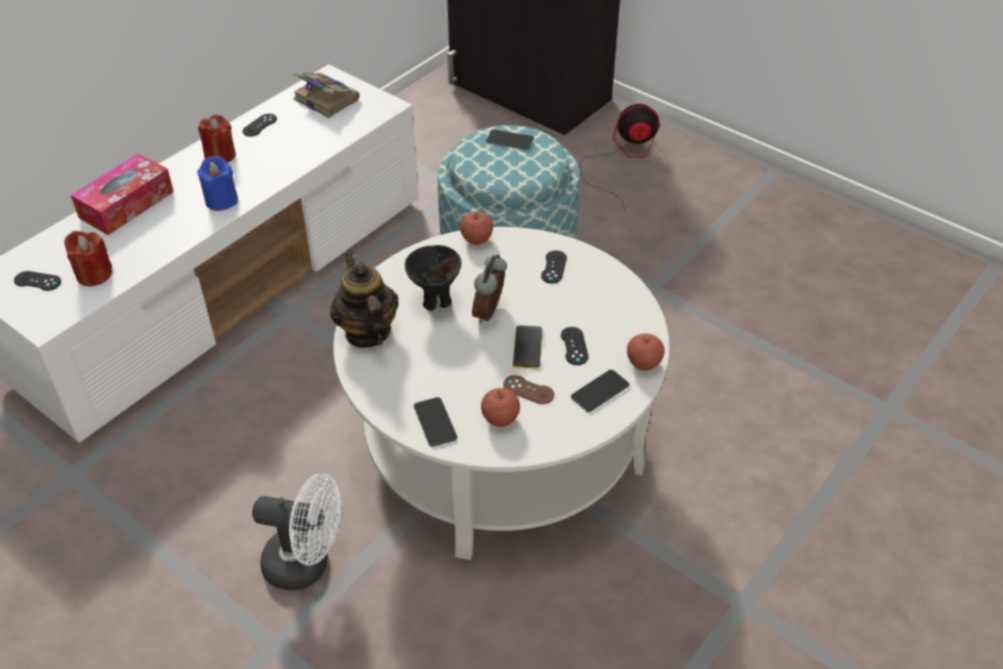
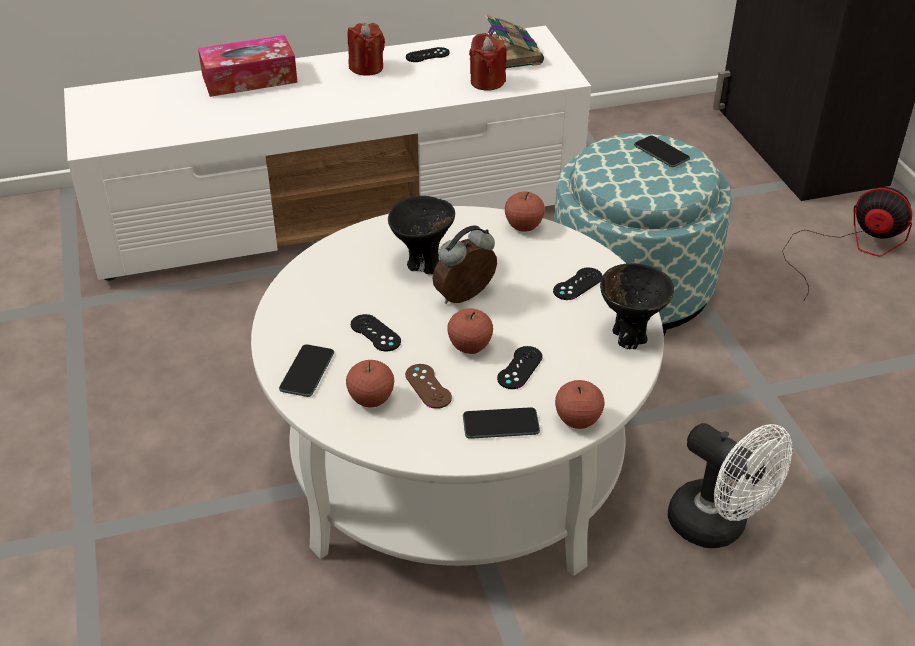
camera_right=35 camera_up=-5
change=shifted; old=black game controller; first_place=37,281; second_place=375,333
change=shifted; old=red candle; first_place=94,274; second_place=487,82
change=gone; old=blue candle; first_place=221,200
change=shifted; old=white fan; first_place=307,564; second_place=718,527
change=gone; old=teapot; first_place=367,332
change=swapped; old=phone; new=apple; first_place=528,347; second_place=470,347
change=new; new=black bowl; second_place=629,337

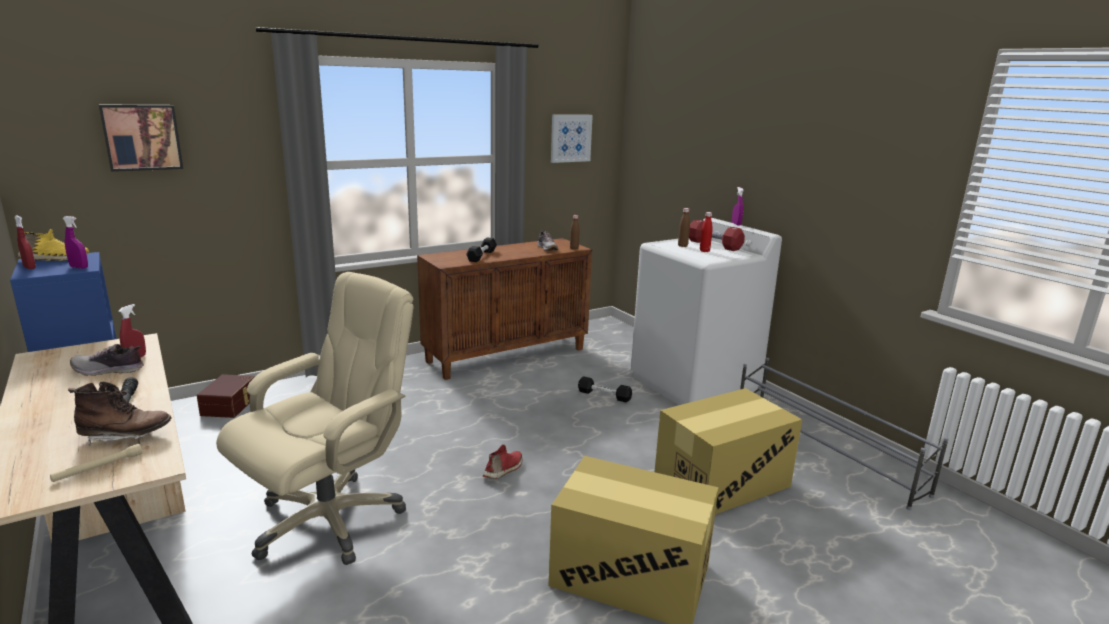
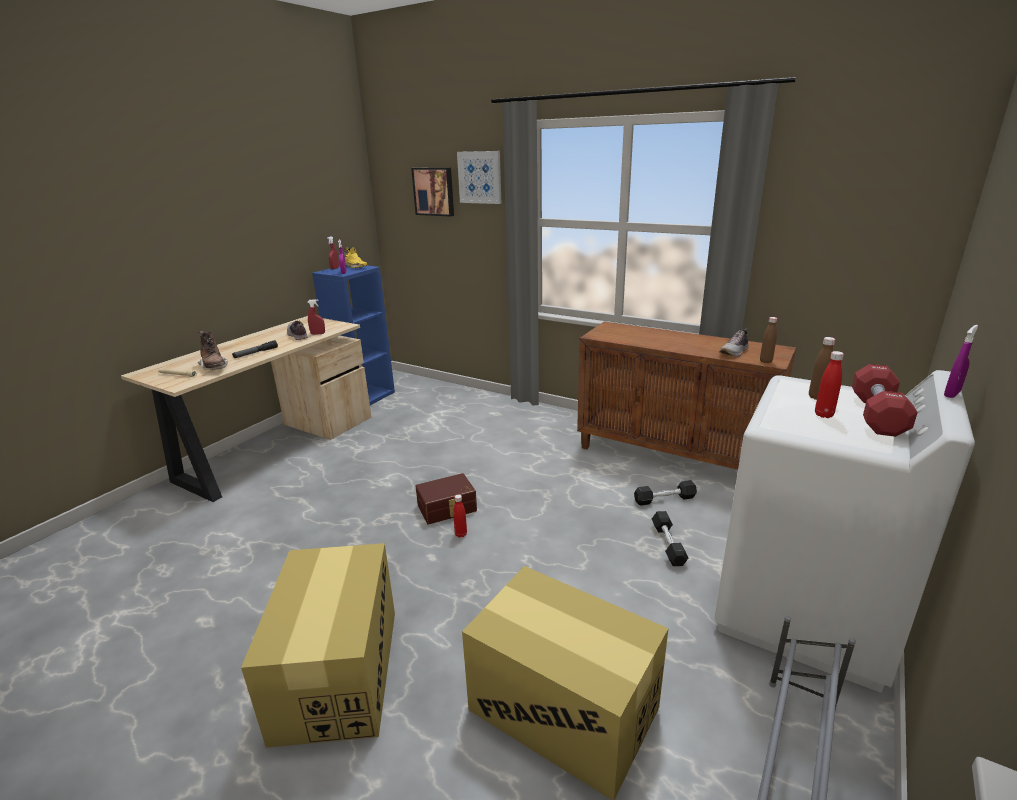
camera_right=65 camera_up=5
change=shifted; old=brown storage box; first_place=230,405; second_place=447,508
change=gone; old=beige office chair; first_place=329,519
change=shifted; old=black dumbbell; first_place=481,256; second_place=664,499
change=swapped; old=red shoe; new=red bottle; first_place=504,470; second_place=461,534
change=shifted; old=picture; first_place=570,138; second_place=480,177

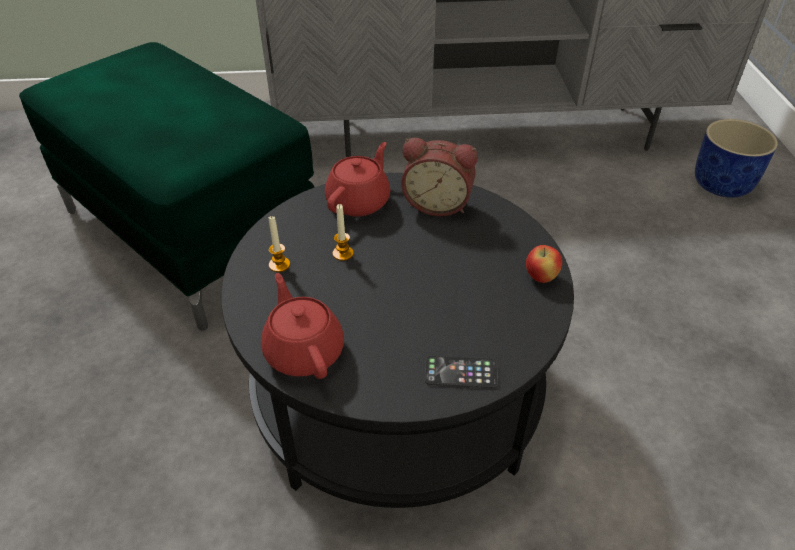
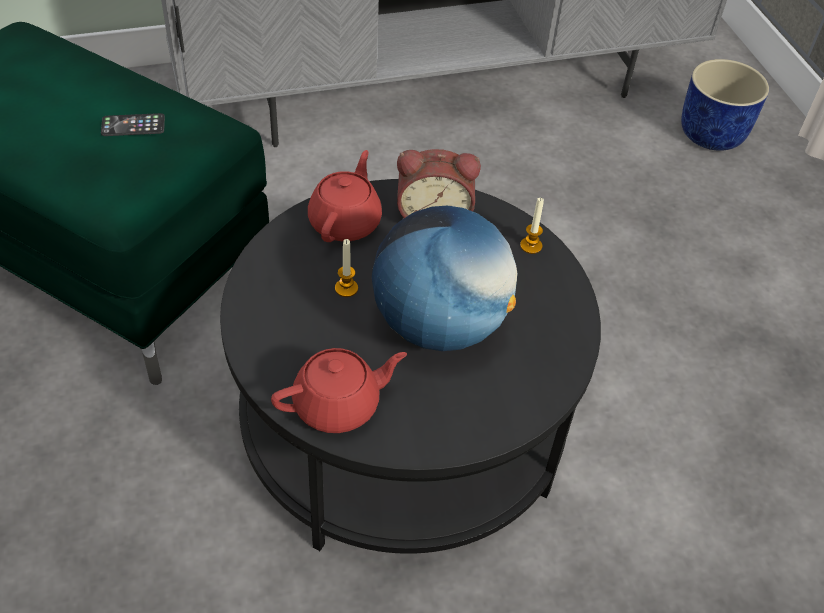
camera_right=-15 camera_up=5
change=rotated; old=red teapot; first_place=304,350; second_place=338,405; degrees=105
change=shifted; old=candle; first_place=279,265; second_place=531,246
change=shifted; old=phone; first_place=461,372; second_place=133,125
change=gone; old=apple; first_place=541,277
change=new; new=globe; second_place=439,325

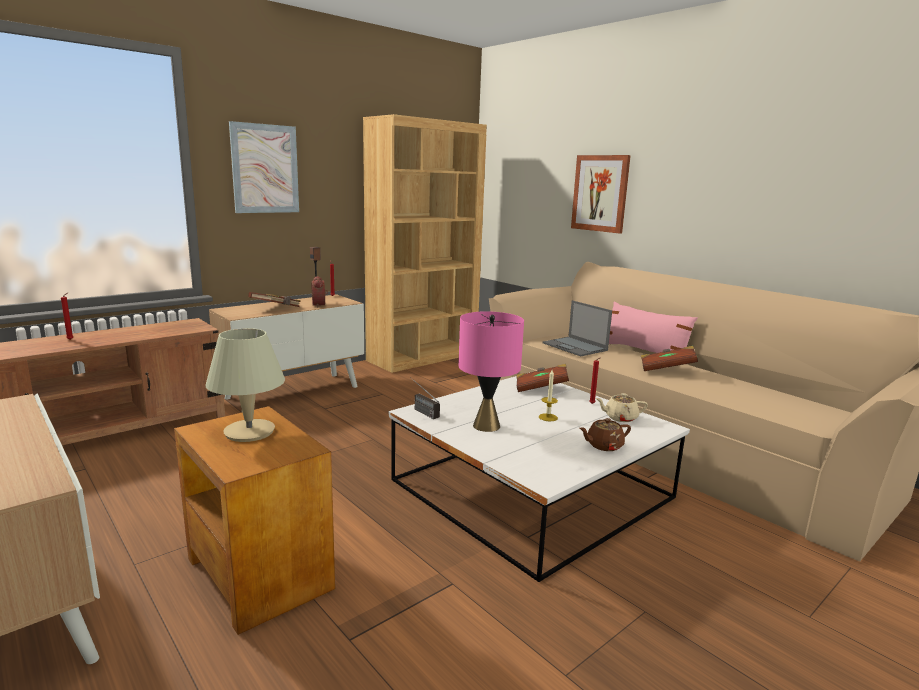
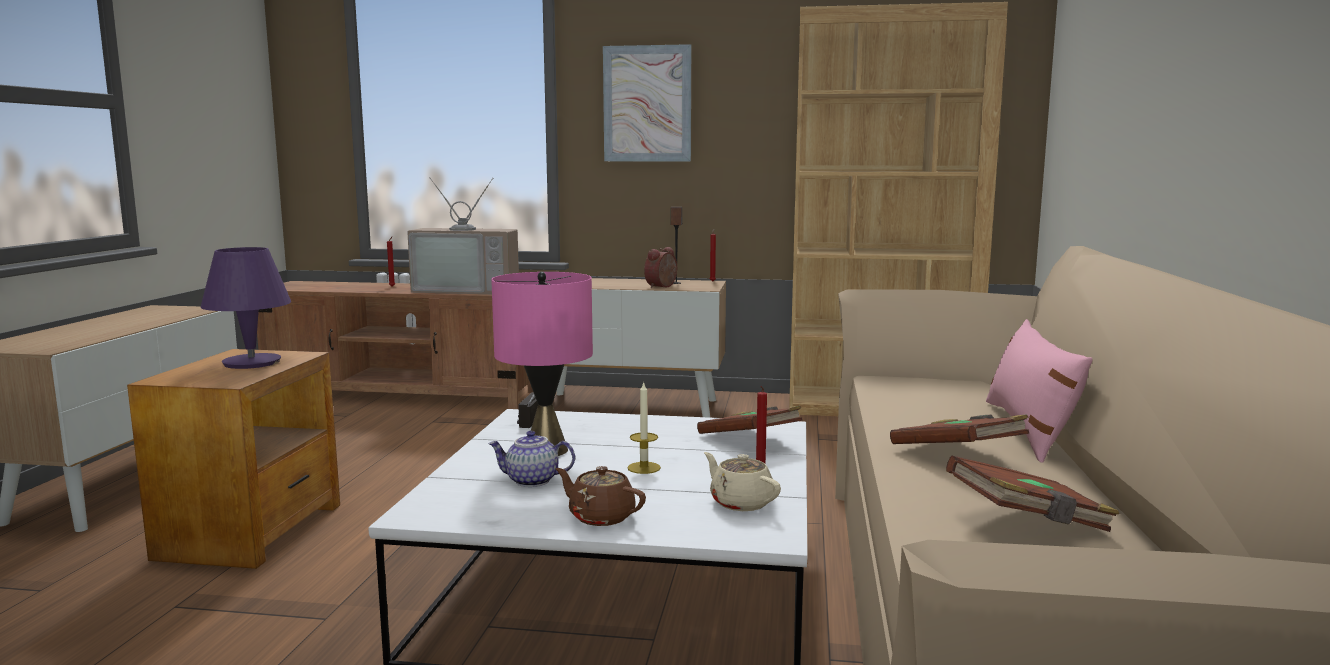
camera_right=50 camera_up=-5
change=repainted; old=beige table lamp; new=purple table lamp; first_place=249,432; second_place=251,363
change=shifted; old=brown book; first_place=276,309; second_place=1029,522
change=gone; old=laptop; first_place=575,347
change=gone; old=picture; first_place=600,193
change=new; new=television; second_place=469,290
change=new; new=teapot; second_place=531,481

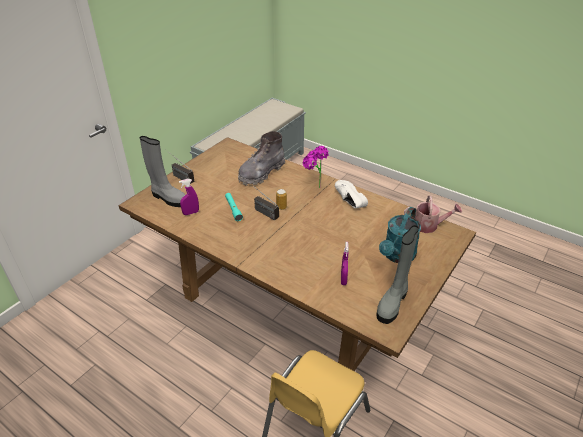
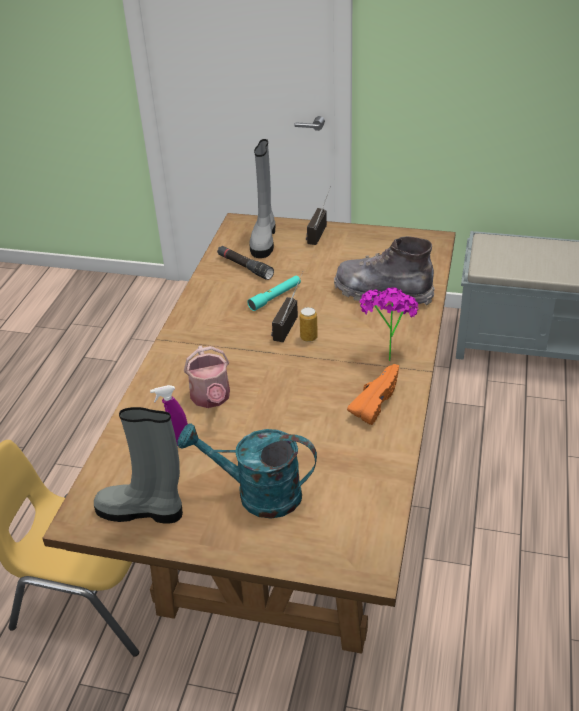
camera_right=70 camera_up=0
change=swapped; old=purple spray bottle; new=black flashlight; first_place=191,213; second_place=245,267
change=repainted; old=white shoe; new=orange shoe; first_place=347,201; second_place=373,401
change=shifted; old=watering can; first_place=429,225; second_place=211,398

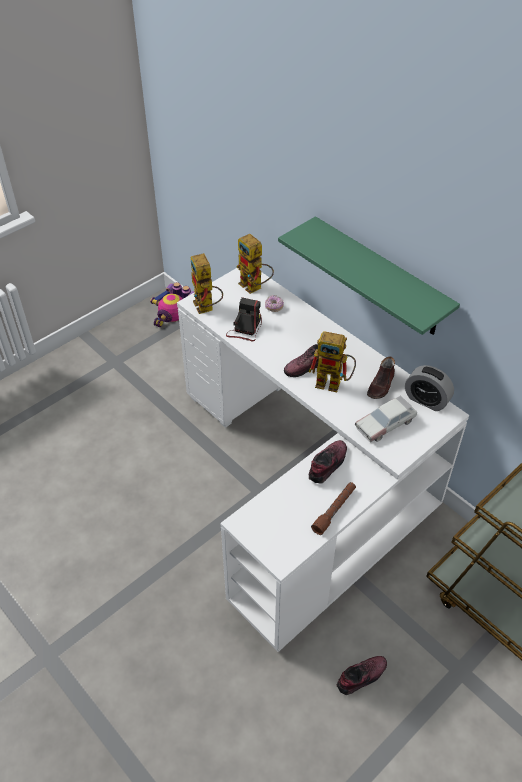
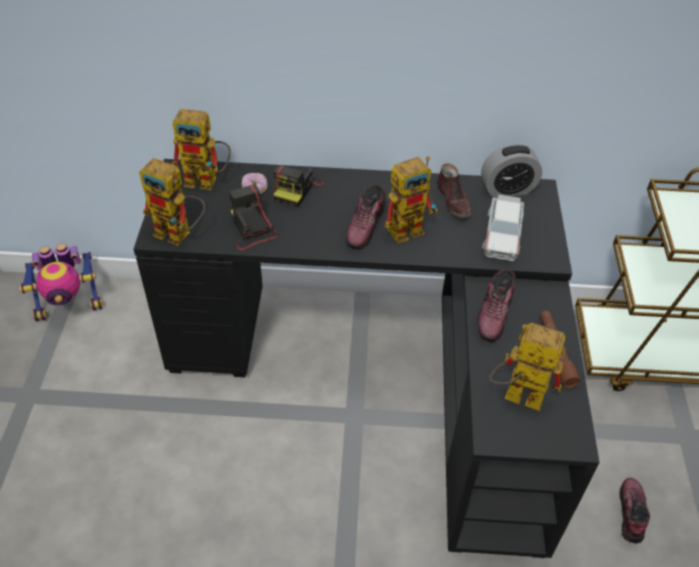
camera_right=-45 camera_up=0
change=repainted; old=white desk; new=black desk; first_place=306,482; second_place=385,372
change=gone; old=green shelf; first_place=380,277
change=rotated; old=shoe; first_place=327,464; second_place=495,313; degrees=-150
change=new; new=photo camera; second_place=297,189
change=new; new=toy robot; second_place=515,396

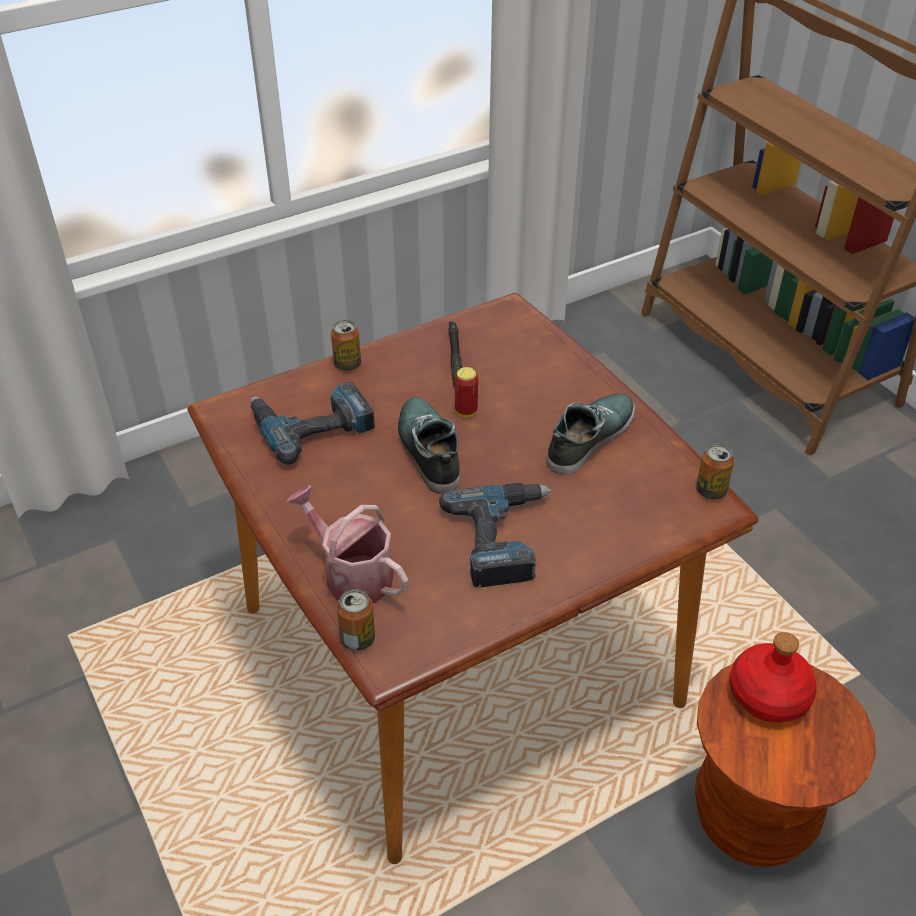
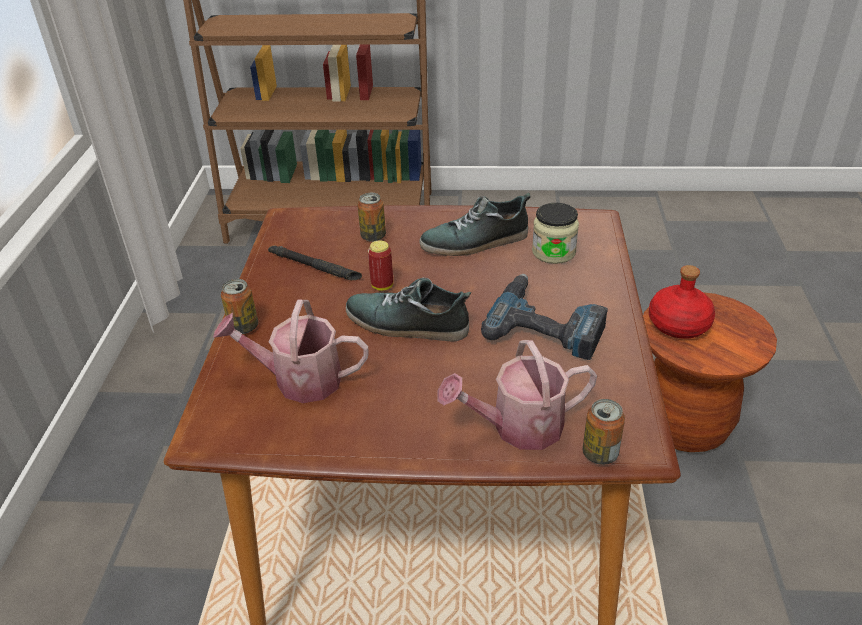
camera_right=-55 camera_up=-5
change=swapped; old=power drill; new=watering can; first_place=312,425; second_place=299,380
change=rotated; old=shoe; first_place=589,438; second_place=475,241; degrees=-90
change=shifted; old=can; first_place=711,491; second_place=373,236
change=new; new=jar; second_place=553,252

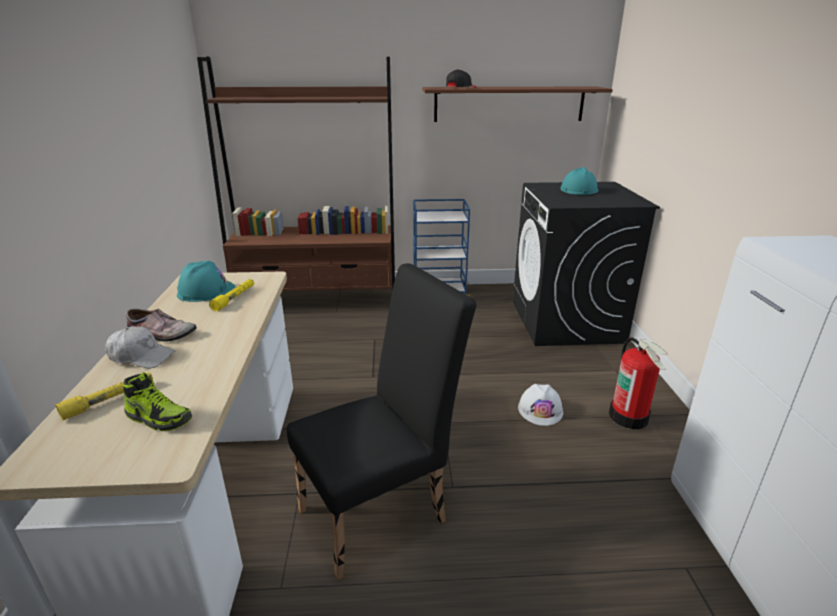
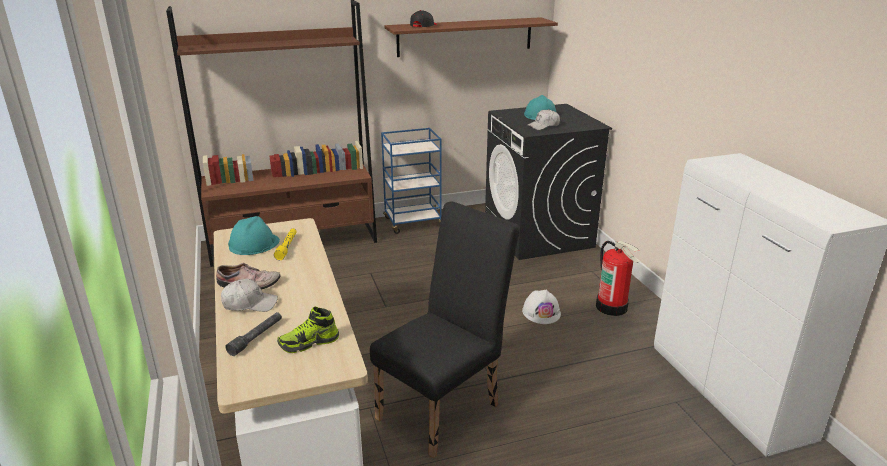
camera_right=-15 camera_up=0
change=repainted; old=yellow flashlight; new=grey flashlight; first_place=109,400; second_place=256,337
change=rotated; old=shoe; first_place=159,418; second_place=309,343; degrees=150
change=new; new=white cap; second_place=543,126

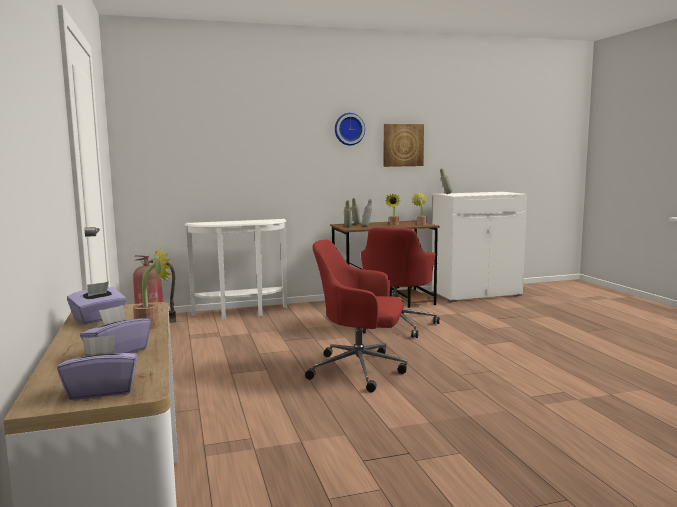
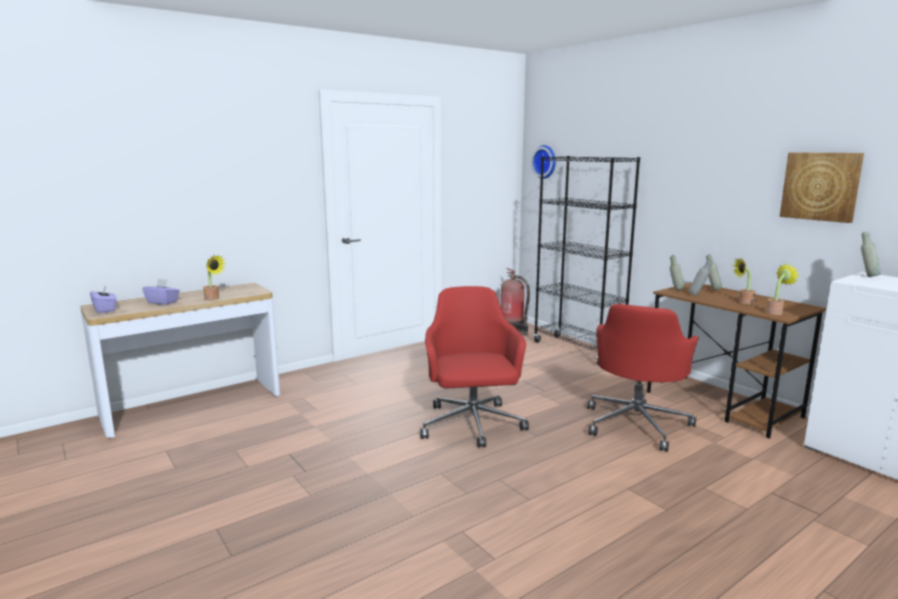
camera_right=70 camera_up=5
change=gone; old=purple tissue box; first_place=99,319
change=swapped; old=white console table; new=black bookcase; first_place=241,314; second_place=577,350
change=shifted; old=wall clock; first_place=349,129; second_place=545,162
change=rotated; old=red office chair; first_place=396,325; second_place=636,424; degrees=-60

